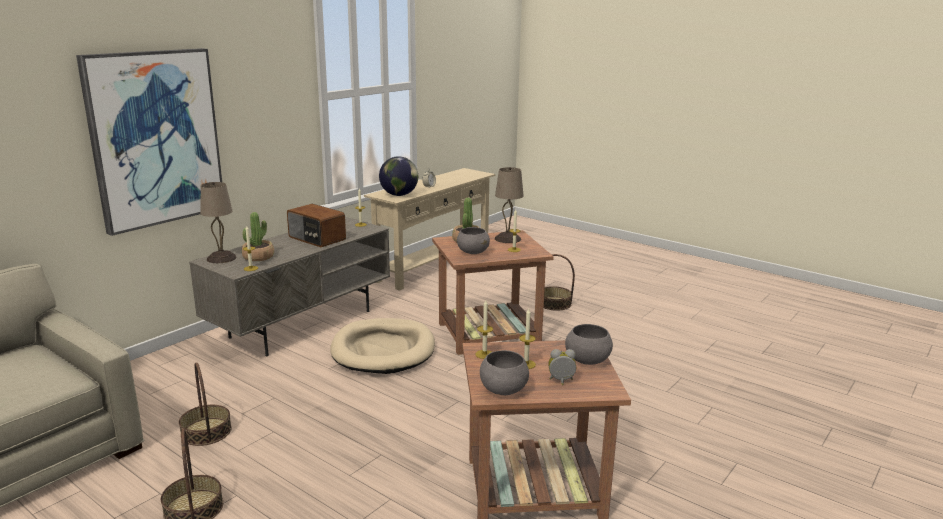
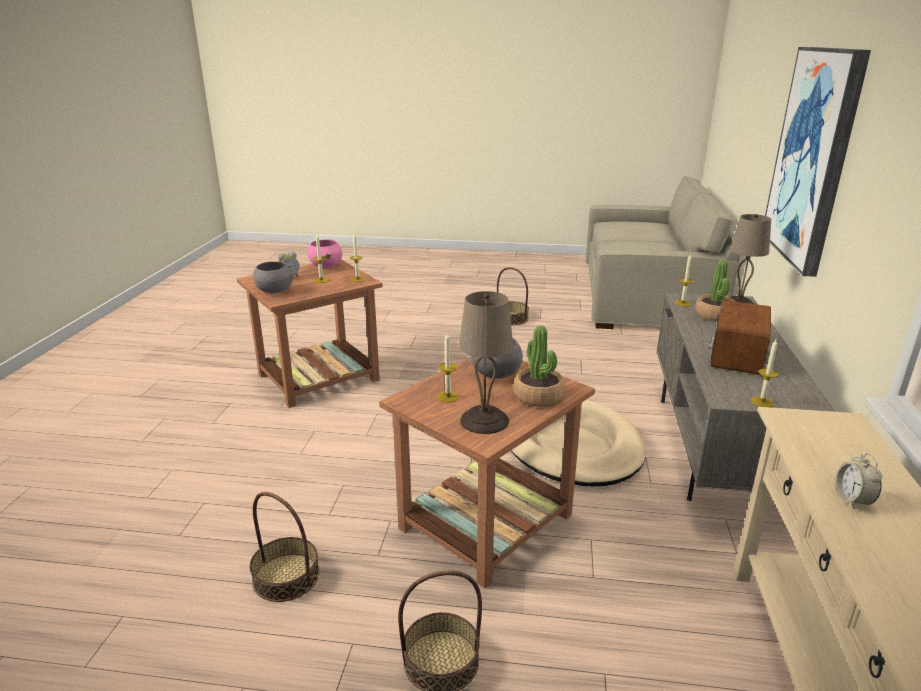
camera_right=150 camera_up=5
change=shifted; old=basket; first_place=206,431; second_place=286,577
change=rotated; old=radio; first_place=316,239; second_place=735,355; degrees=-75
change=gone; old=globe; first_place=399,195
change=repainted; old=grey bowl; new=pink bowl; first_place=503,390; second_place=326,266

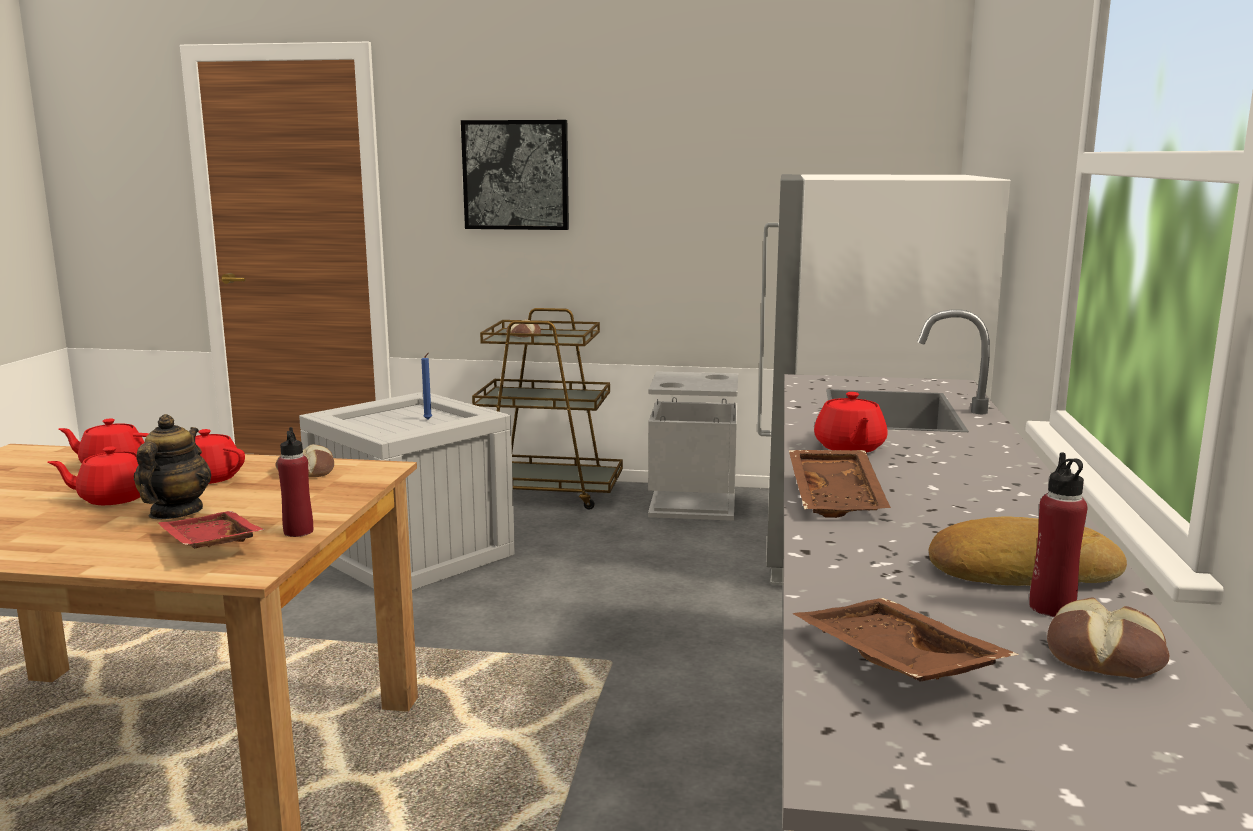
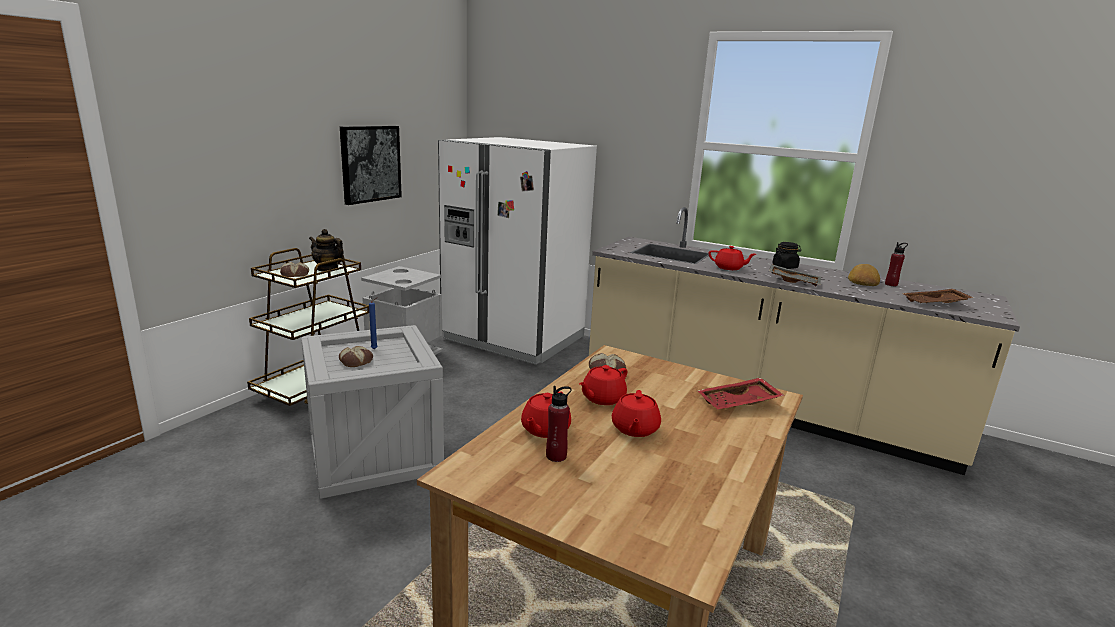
camera_right=-70 camera_up=5
change=shifted; old=teapot; first_place=175,512; second_place=327,269
change=shifted; old=red bottle; first_place=298,531; second_place=556,456
change=shifted; old=picture; first_place=516,175; second_place=370,163
change=repainted; old=brown tray; new=grey tray; first_place=838,497; second_place=793,281
change=shifted; old=bread; first_place=1106,655; second_place=356,361
change=new; new=black jar; second_place=785,267

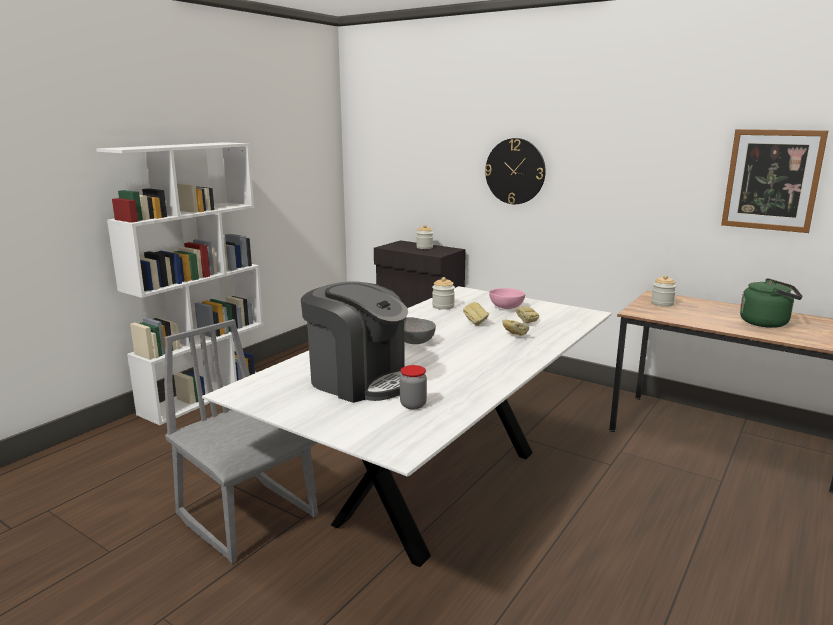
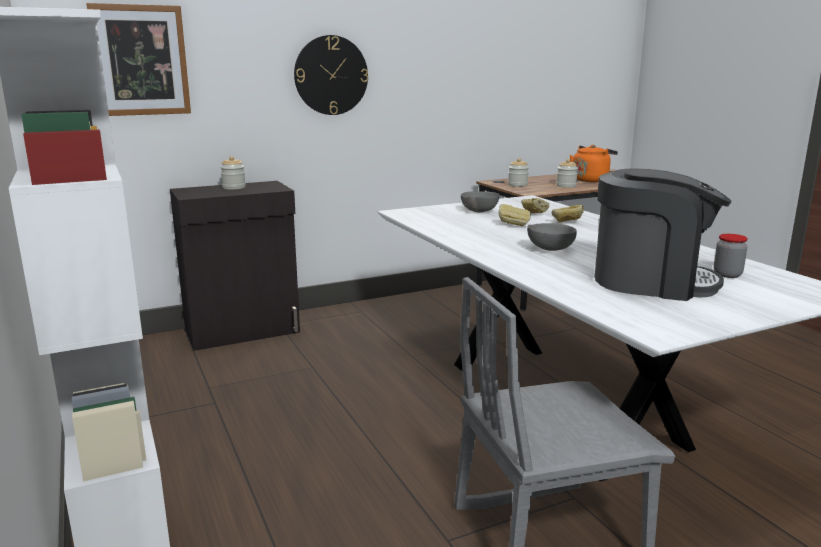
camera_right=-60 camera_up=0
change=rotated; old=coffee machine; first_place=359,380; second_place=651,281; degrees=45
change=shifted; old=jar; first_place=443,306; second_place=566,186
change=repainted; old=pink bowl; new=grey bowl; first_place=505,308; second_place=478,212
change=shifted; old=picture; first_place=772,180; second_place=141,60
change=repainted; old=green kettle; new=orange kettle; first_place=767,323; second_place=591,180

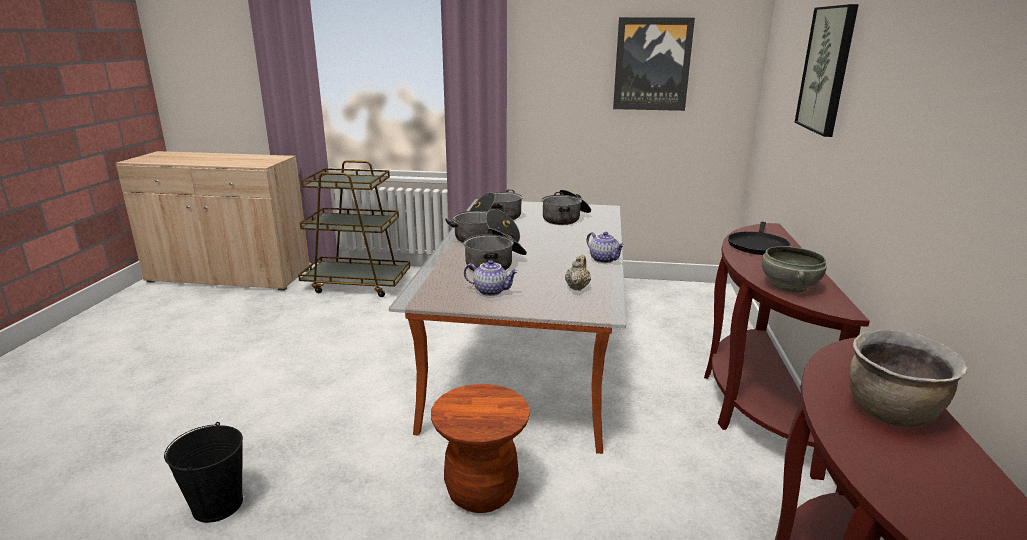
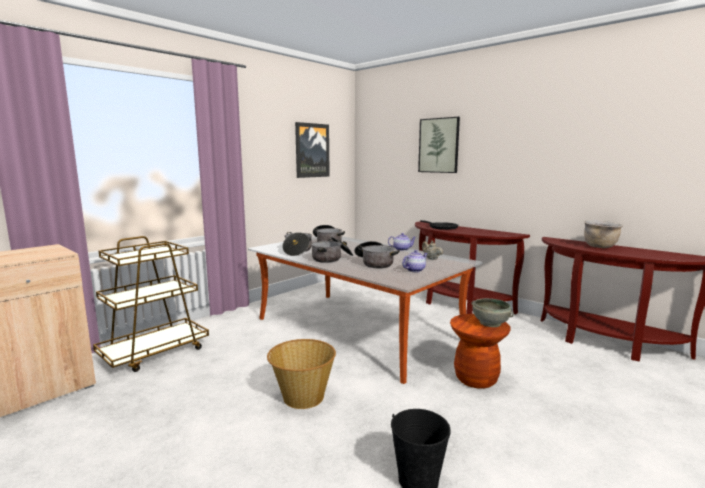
camera_right=-55 camera_up=-10
change=shifted; old=grey bowl; first_place=788,286; second_place=490,323
change=new; new=basket; second_place=302,397

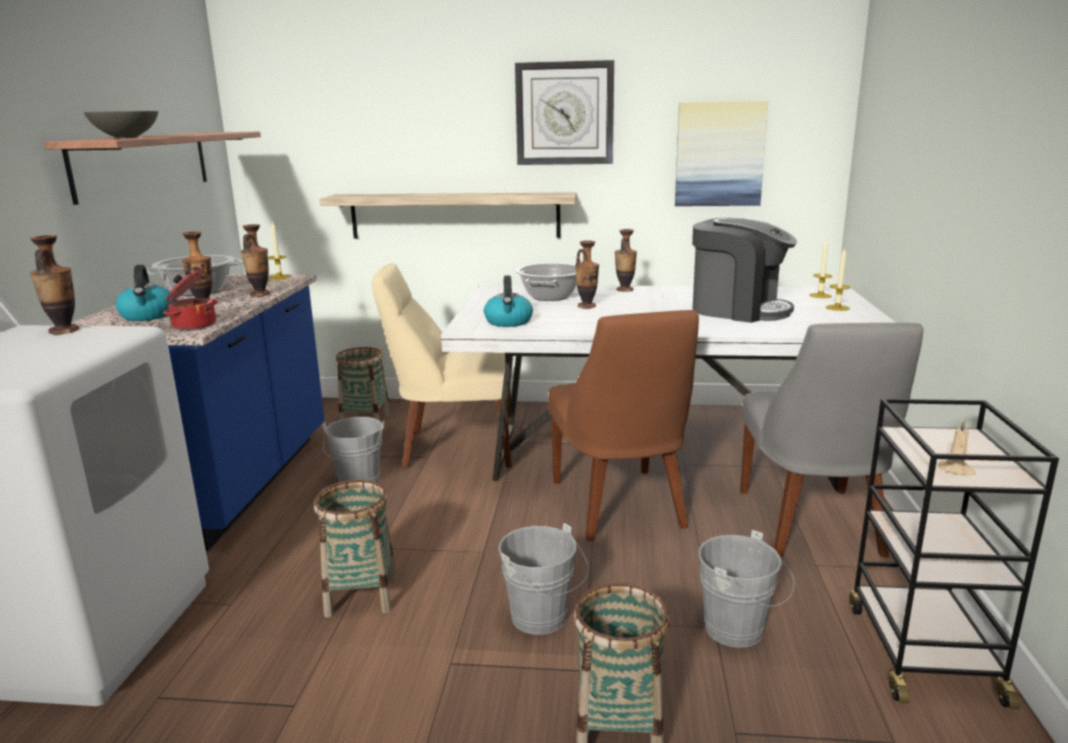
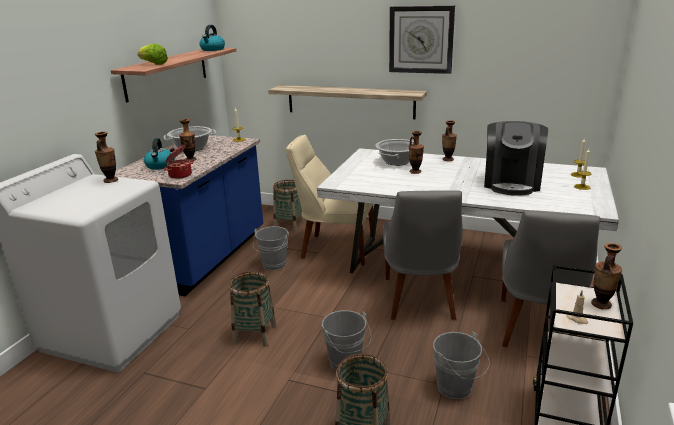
camera_right=15 camera_up=5
change=swapped; old=grey bowl; new=lettuce; first_place=125,137; second_place=153,64
change=shifted; old=vase; first_place=260,294; second_place=601,304
change=shifted; old=kettle; first_place=509,322; second_place=212,49
change=repainted; old=brown chair; new=grey chair; first_place=620,507; second_place=419,300
change=gone; old=picture; first_place=719,154
change=rotated; old=coffee machine; first_place=738,310; second_place=511,183; degrees=60

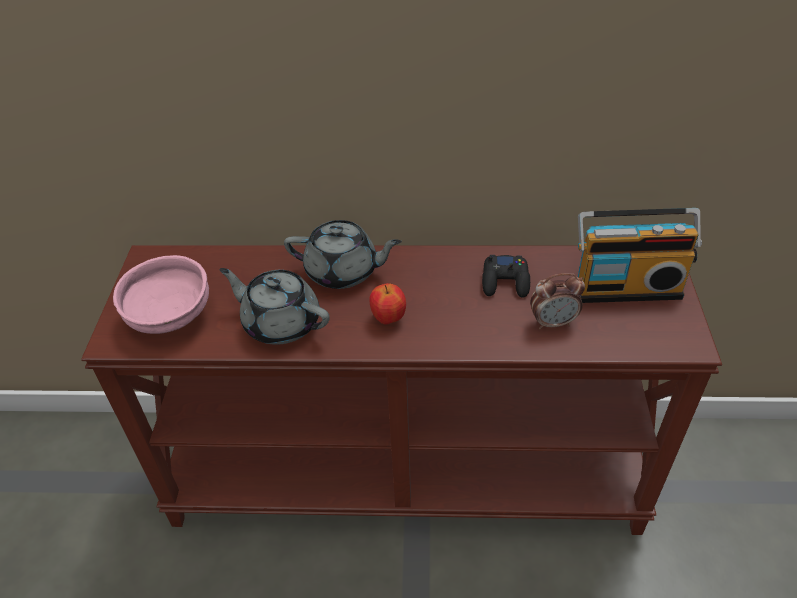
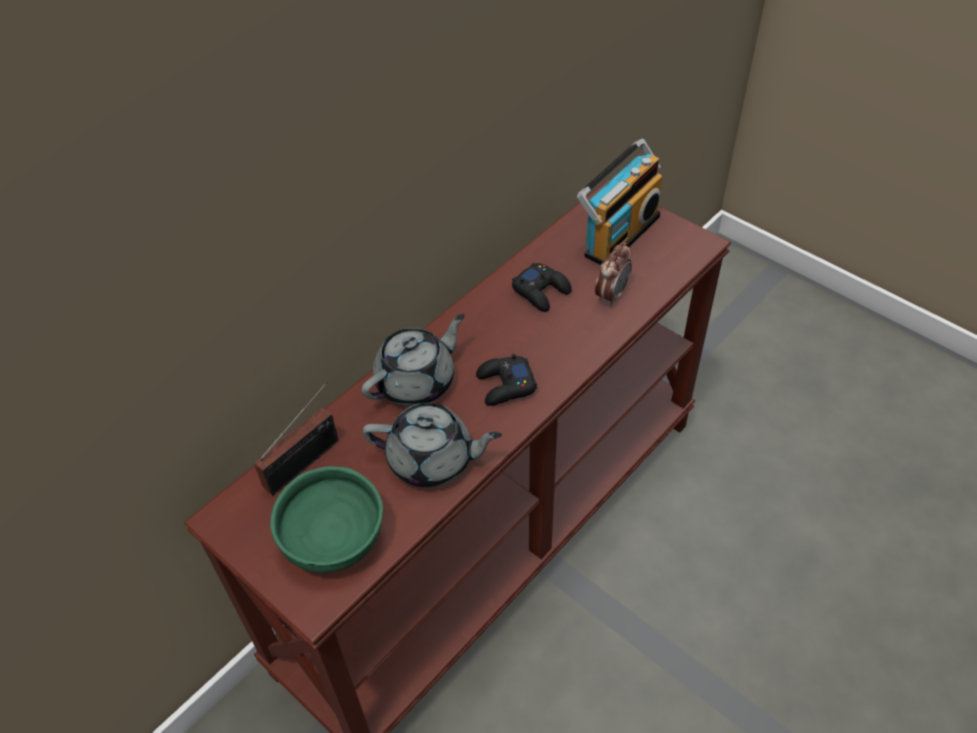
camera_right=-50 camera_up=5
change=repainted; old=pink bowl; new=green bowl; first_place=169,317; second_place=333,540
change=rotated; old=grey teapot; first_place=280,322; second_place=432,460; degrees=-150
change=swapped; old=apple; new=black game controller; first_place=388,318; second_place=505,385
change=new; new=radio; second_place=306,461

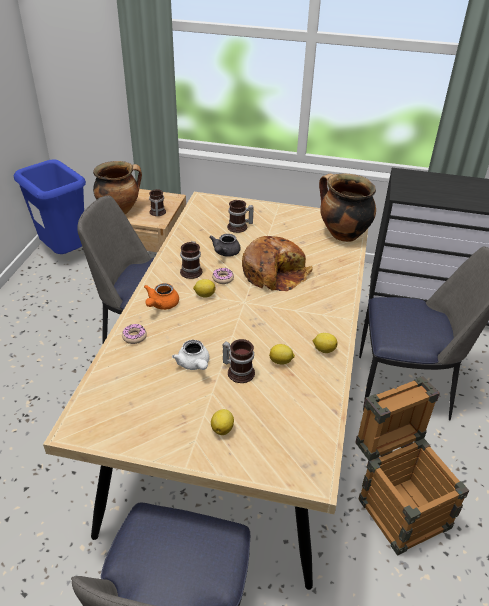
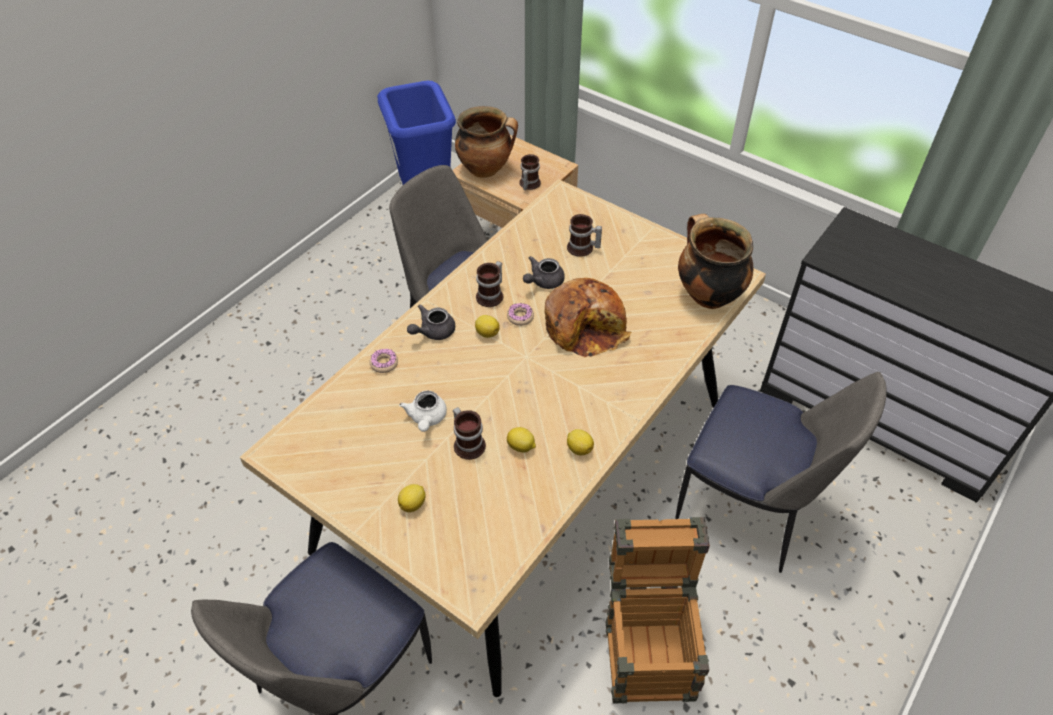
camera_right=25 camera_up=10
change=repainted; old=orange teapot; new=grey teapot; first_place=161,305; second_place=433,331

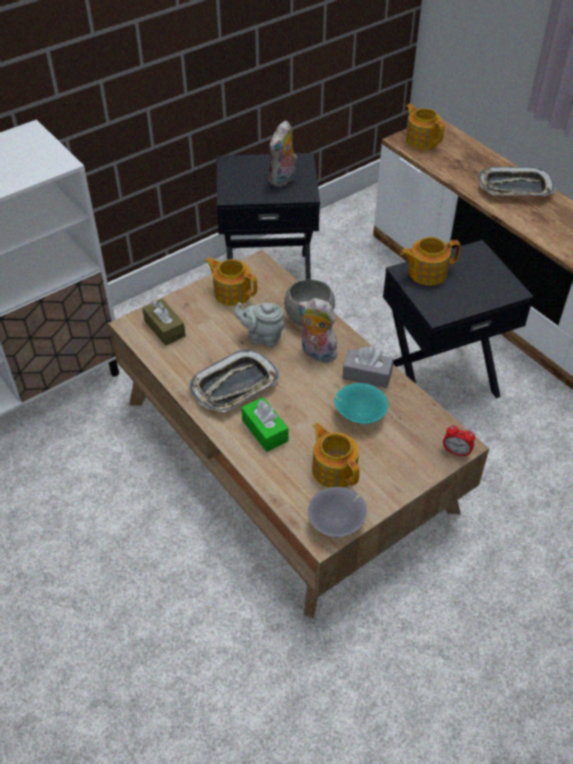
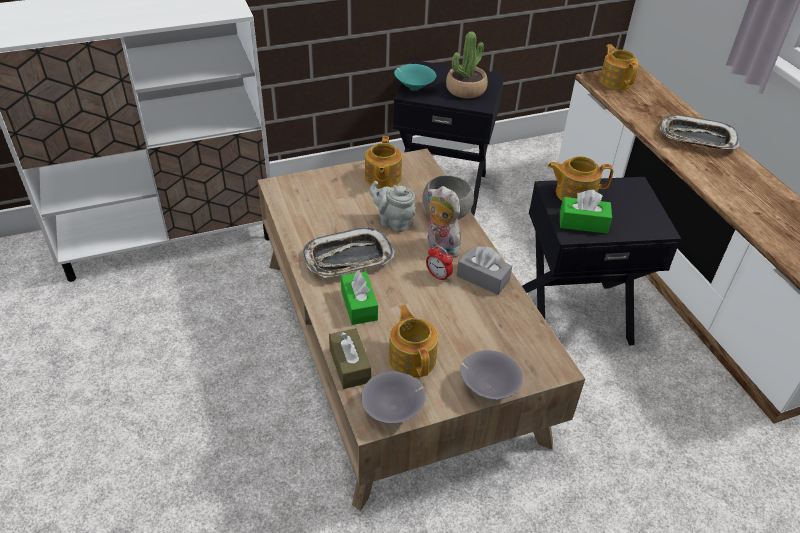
camera_right=15 camera_up=-5
change=shifted; old=brown tissue box; first_place=164,328; second_place=350,365
change=rotated; old=teapot; first_place=232,292; second_place=382,178; degrees=-135
change=swapped; old=plush toy; new=potted plant; first_place=283,180; second_place=465,89
change=shifted; old=turquoise bowl; first_place=359,415; second_place=413,88
change=shifted; old=alarm clock; first_place=456,452; second_place=438,276
change=new; new=grey bowl; second_place=487,387
change=new; new=green tissue box; second_place=583,223

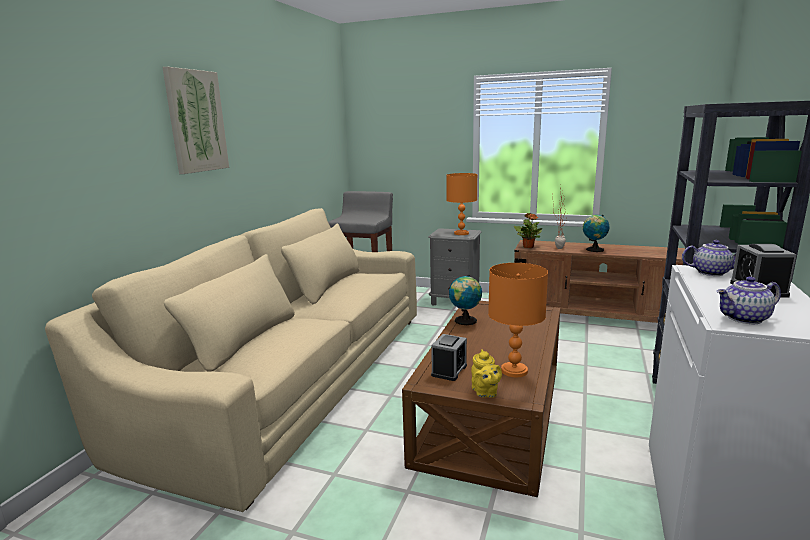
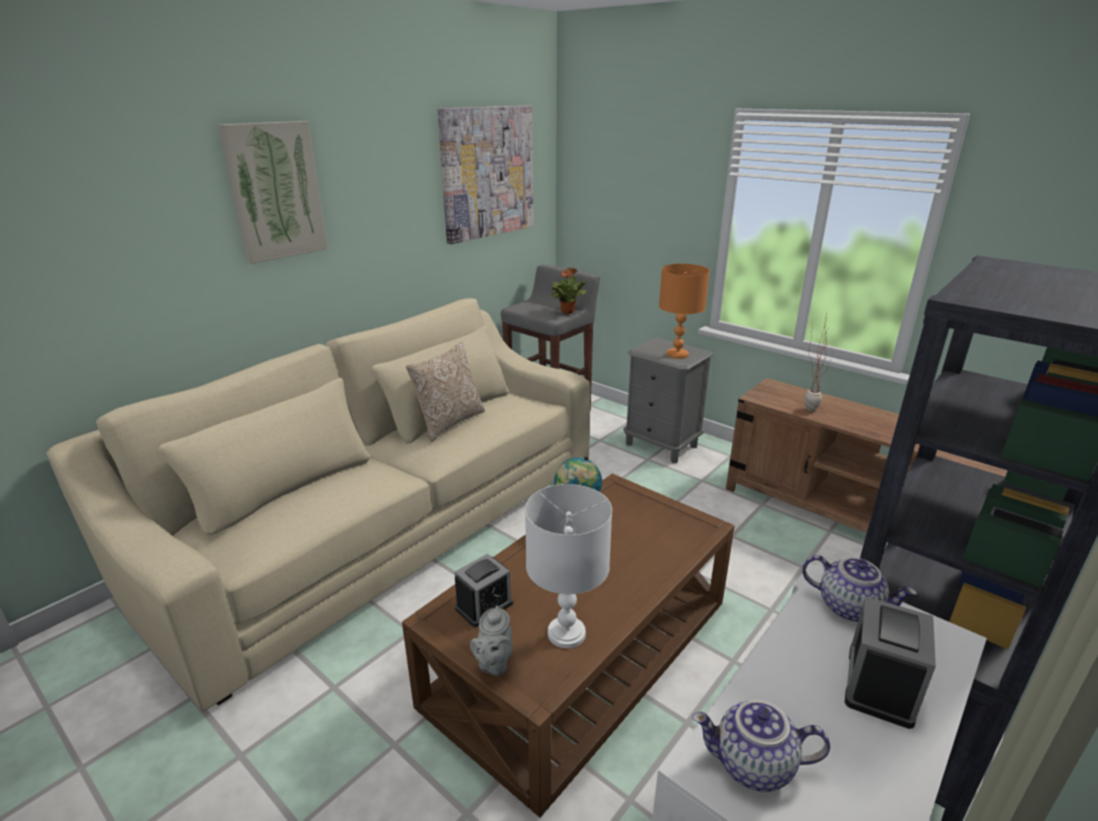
camera_right=20 camera_up=10
change=repainted; old=yellow teapot; new=grey teapot; first_place=485,392; second_place=493,663
change=repainted; old=orange table lamp; new=white table lamp; first_place=514,371; second_place=566,634
change=shifted; old=potted plant; first_place=528,247; second_place=568,311
change=gone; old=globe; first_place=593,250
change=new; new=pillow; second_place=449,422
change=new; new=picture; second_place=487,172

